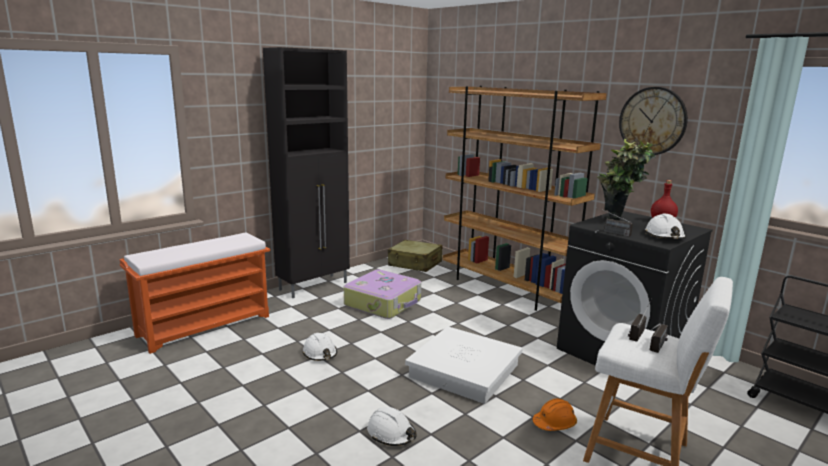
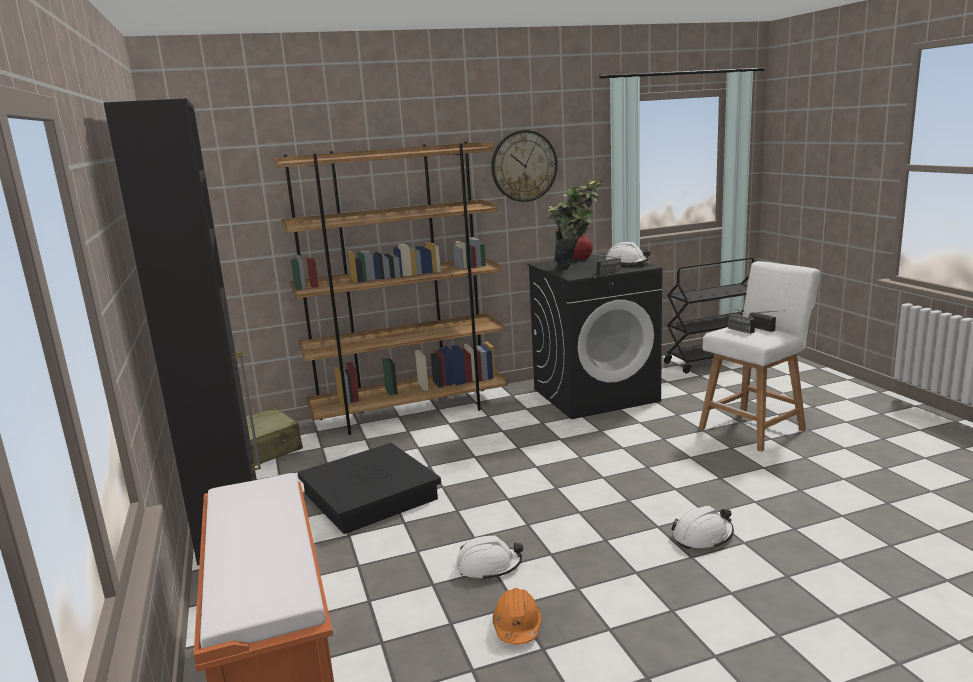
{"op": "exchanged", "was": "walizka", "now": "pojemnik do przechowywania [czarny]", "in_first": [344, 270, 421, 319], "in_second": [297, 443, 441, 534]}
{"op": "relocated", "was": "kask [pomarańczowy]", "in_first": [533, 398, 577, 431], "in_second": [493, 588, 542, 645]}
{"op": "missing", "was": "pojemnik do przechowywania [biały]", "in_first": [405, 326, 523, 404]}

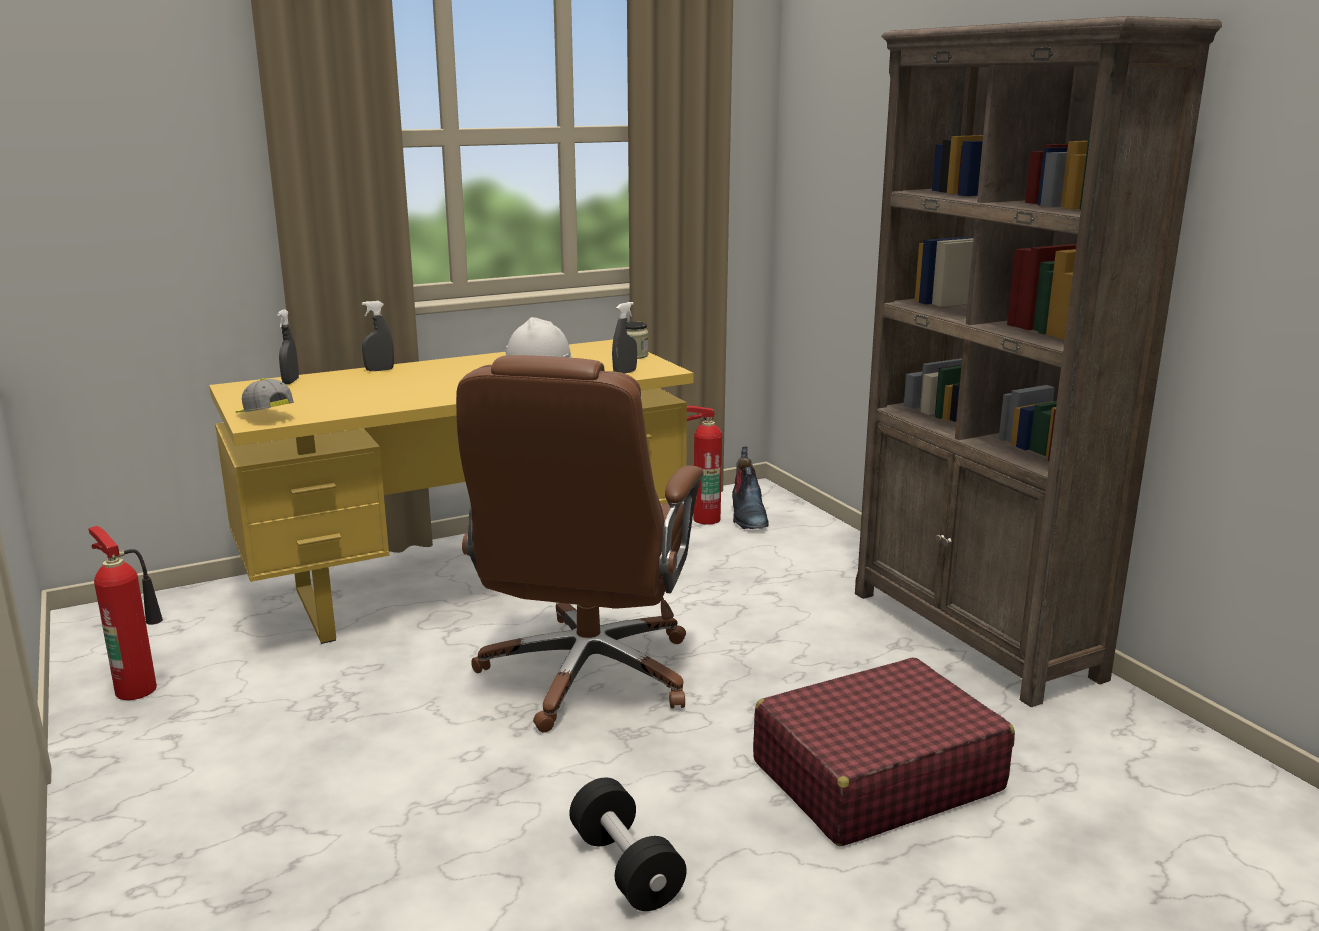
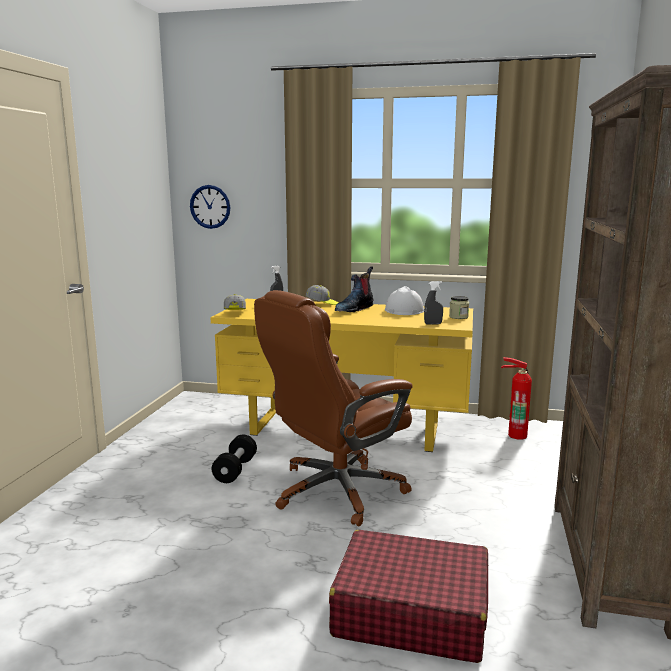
{"op": "appeared", "now": "zegar ścienny", "in_second": [190, 185, 231, 229]}
{"op": "relocated", "was": "hantel [czarny]", "in_first": [569, 778, 687, 911], "in_second": [212, 434, 257, 483]}
{"op": "exchanged", "was": "spryskiwacz [szary]", "now": "czapka z daszkiem", "in_first": [362, 301, 394, 371], "in_second": [306, 285, 338, 305]}
{"op": "relocated", "was": "but z cholewką", "in_first": [732, 447, 769, 529], "in_second": [335, 267, 374, 312]}
{"op": "missing", "was": "gaśnica", "in_first": [88, 526, 163, 700]}

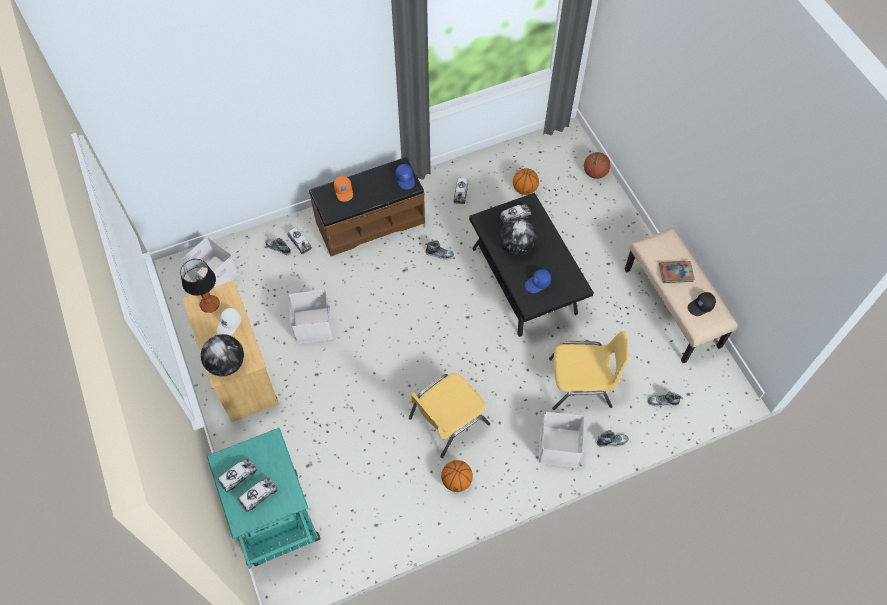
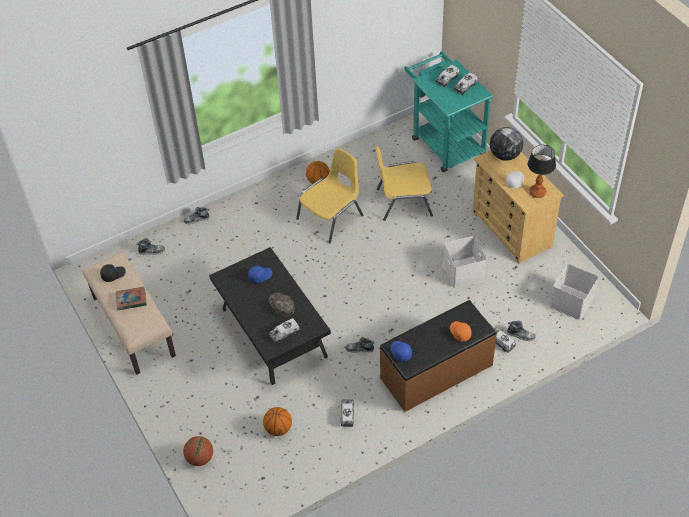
{"op": "exchanged", "was": "globus", "now": "czapka z daszkiem [zielony]", "in_first": [499, 218, 537, 256], "in_second": [268, 293, 295, 317]}
{"op": "relocated", "was": "krzesło [żółty]", "in_first": [549, 331, 629, 410], "in_second": [375, 146, 433, 221]}
{"op": "missing", "was": "pojemnik do przechowywania [biały]", "in_first": [538, 412, 584, 467]}

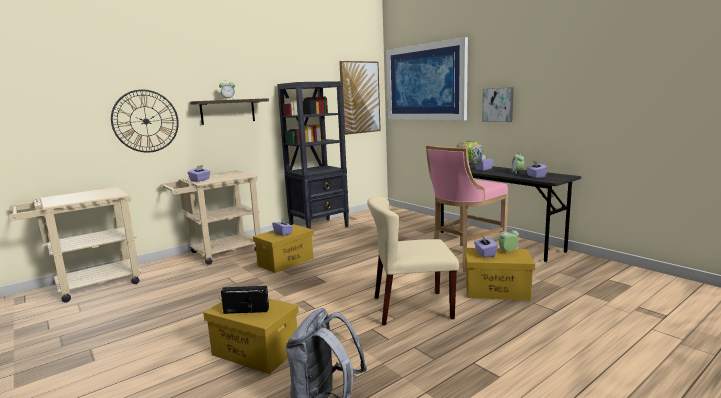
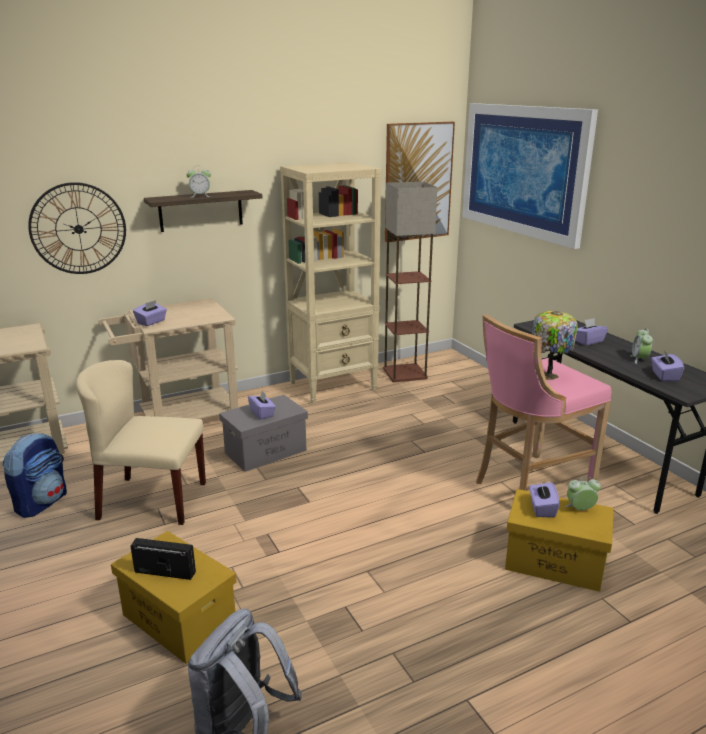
{"op": "appeared", "now": "plecak", "in_second": [3, 433, 67, 518]}
{"op": "relocated", "was": "krzesło [beżowy]", "in_first": [367, 197, 459, 325], "in_second": [76, 360, 206, 525]}
{"op": "colour", "was": "pojemnik do przechowywania [żółty]", "now": "pojemnik do przechowywania [szary]", "in_first": [253, 224, 314, 273], "in_second": [219, 395, 308, 472]}
{"op": "colour", "was": "regał [czarny]", "now": "regał [beżowy]", "in_first": [277, 81, 349, 229], "in_second": [280, 162, 382, 404]}
{"op": "appeared", "now": "lampa stojąca", "in_second": [383, 182, 437, 383]}
{"op": "missing", "was": "obraz", "in_first": [482, 87, 514, 122]}

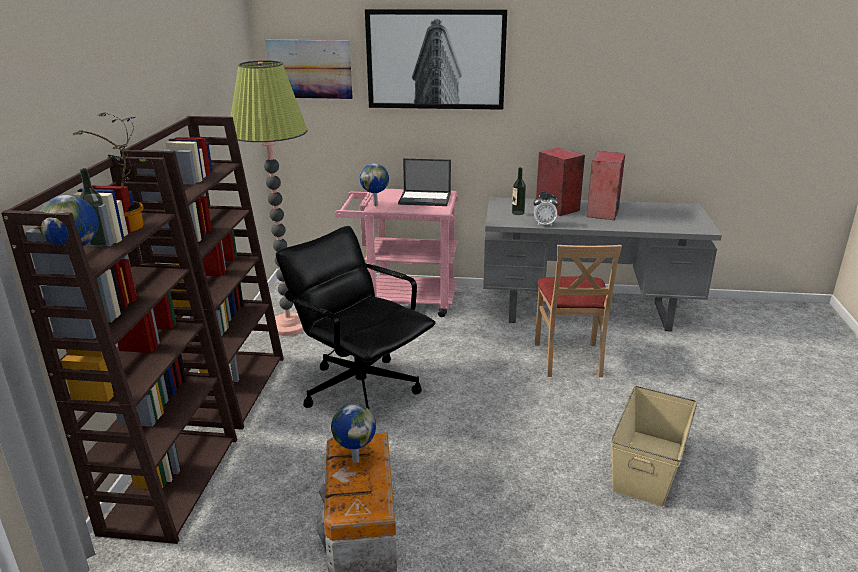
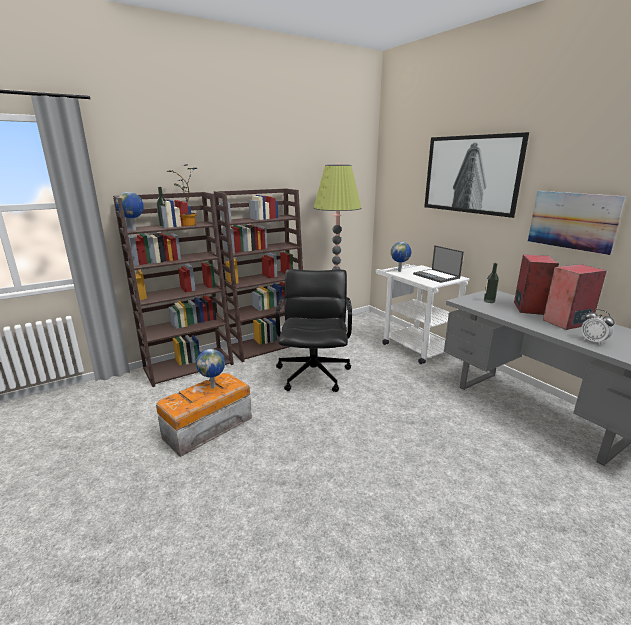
{"op": "colour", "was": "wózek [różowy]", "now": "wózek [biały]", "in_first": [335, 189, 459, 317], "in_second": [375, 264, 470, 364]}
{"op": "relocated", "was": "obraz", "in_first": [265, 40, 353, 99], "in_second": [528, 191, 626, 255]}
{"op": "relocated", "was": "budzik", "in_first": [533, 193, 559, 226], "in_second": [581, 309, 615, 345]}
{"op": "missing", "was": "krzesło [beżowy]", "in_first": [535, 245, 622, 377]}
{"op": "missing", "was": "pojemnik do przechowywania [beżowy]", "in_first": [611, 386, 697, 506]}

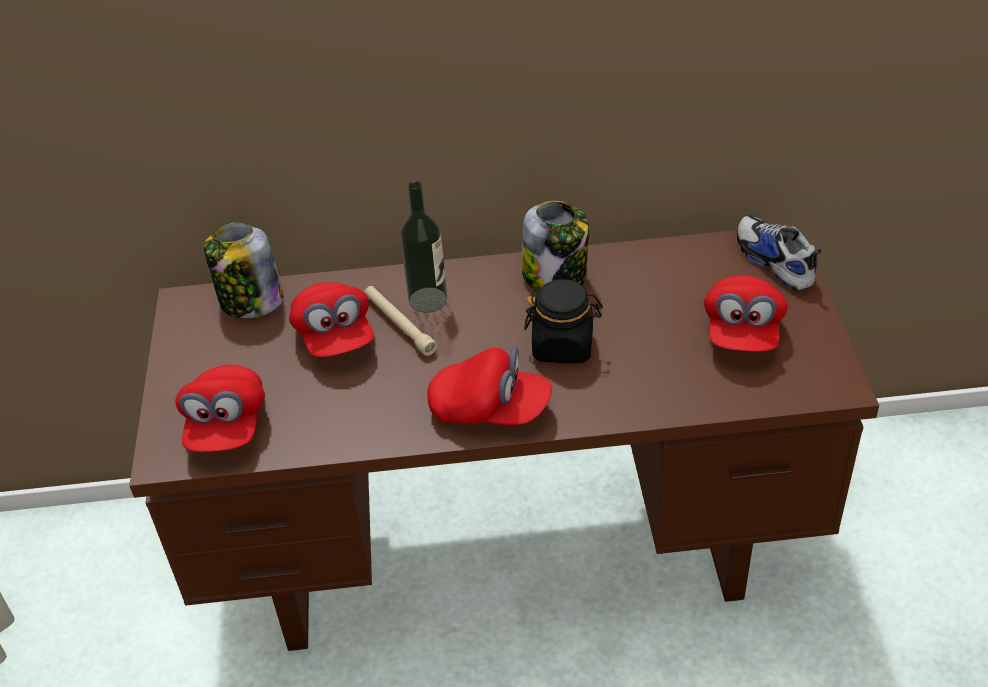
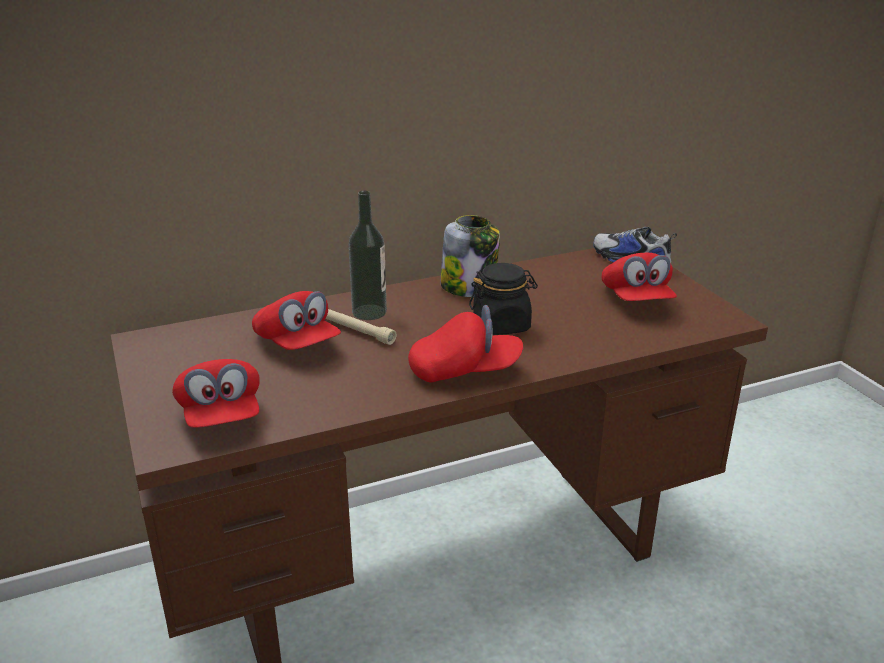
{"op": "missing", "was": "słoik", "in_first": [204, 222, 283, 318]}

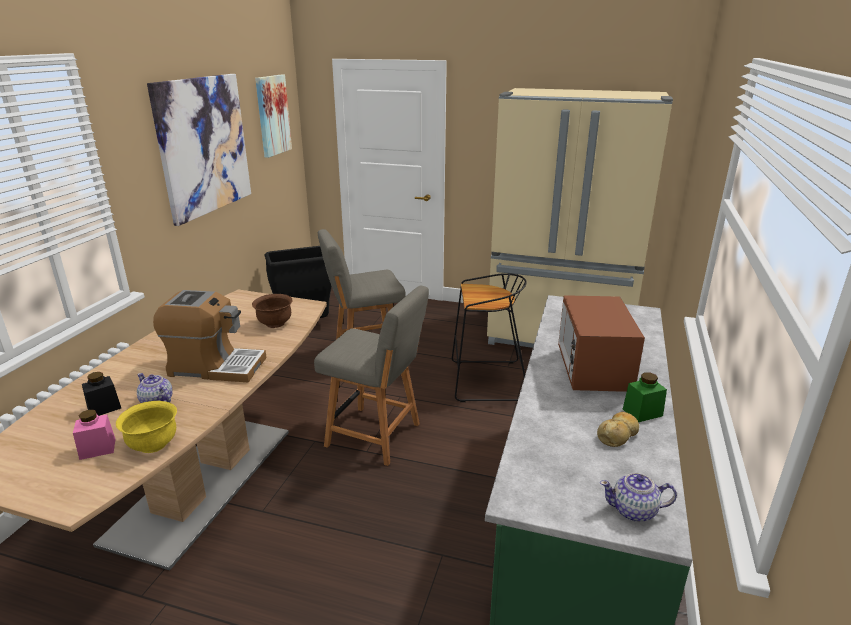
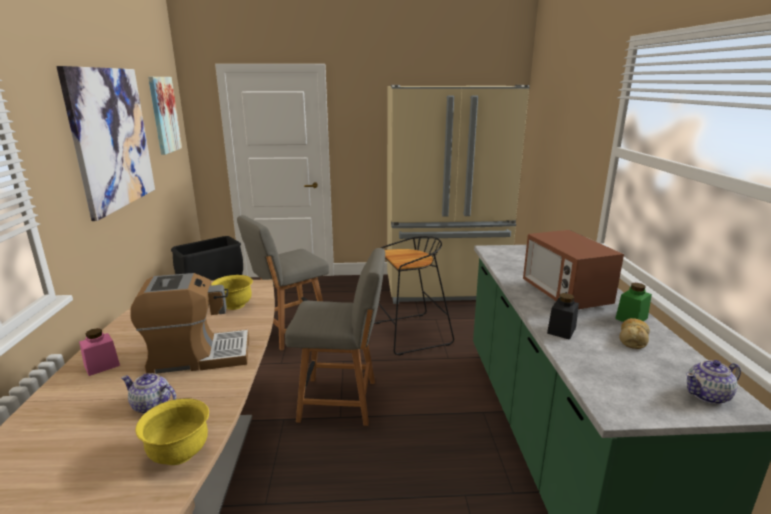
{"op": "relocated", "was": "słoik [różowy]", "in_first": [73, 410, 116, 460], "in_second": [79, 328, 120, 376]}
{"op": "colour", "was": "miska [brązowy]", "now": "miska [żółty]", "in_first": [252, 294, 293, 328], "in_second": [211, 275, 253, 310]}
{"op": "relocated", "was": "słoik [czarny]", "in_first": [82, 372, 121, 416], "in_second": [547, 293, 579, 340]}

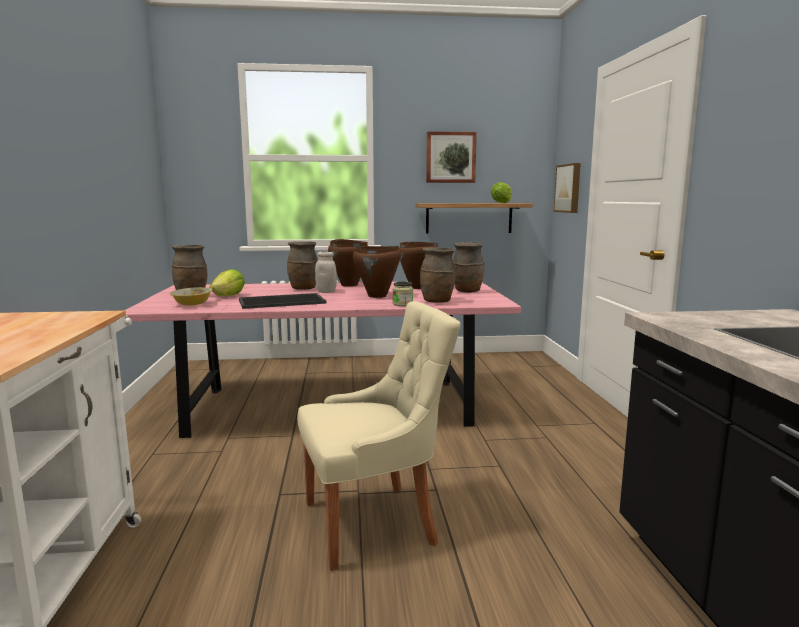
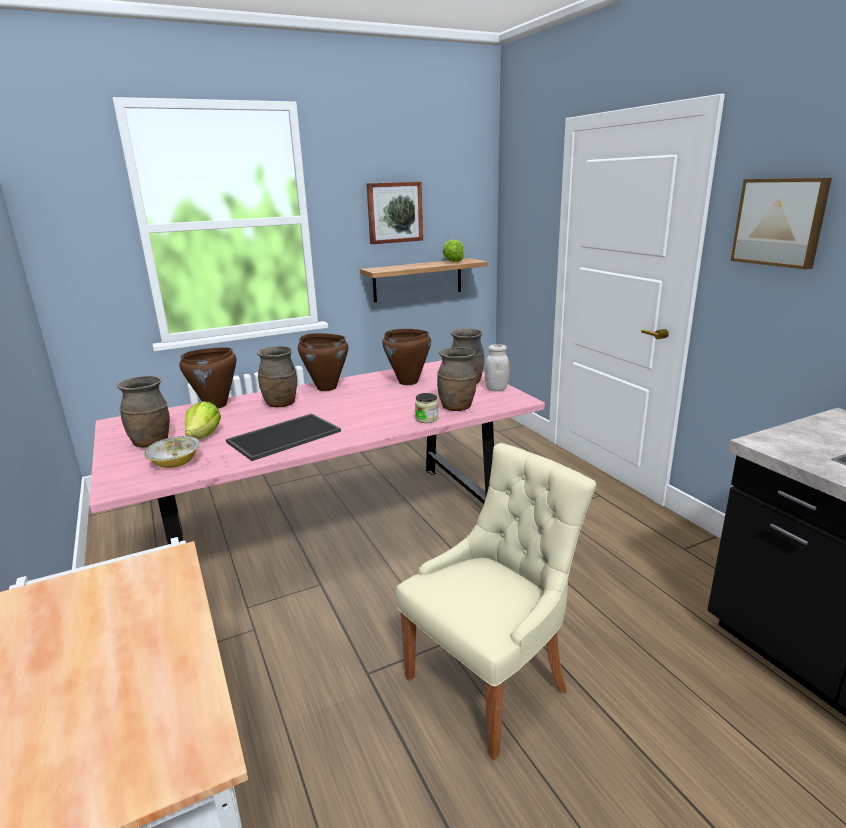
{"op": "relocated", "was": "garnek [brązowy]", "in_first": [353, 246, 401, 298], "in_second": [179, 347, 236, 409]}
{"op": "relocated", "was": "słoik [biały]", "in_first": [315, 252, 337, 293], "in_second": [485, 344, 510, 391]}
{"op": "relocated", "was": "obraz", "in_first": [554, 163, 581, 213], "in_second": [731, 178, 832, 270]}

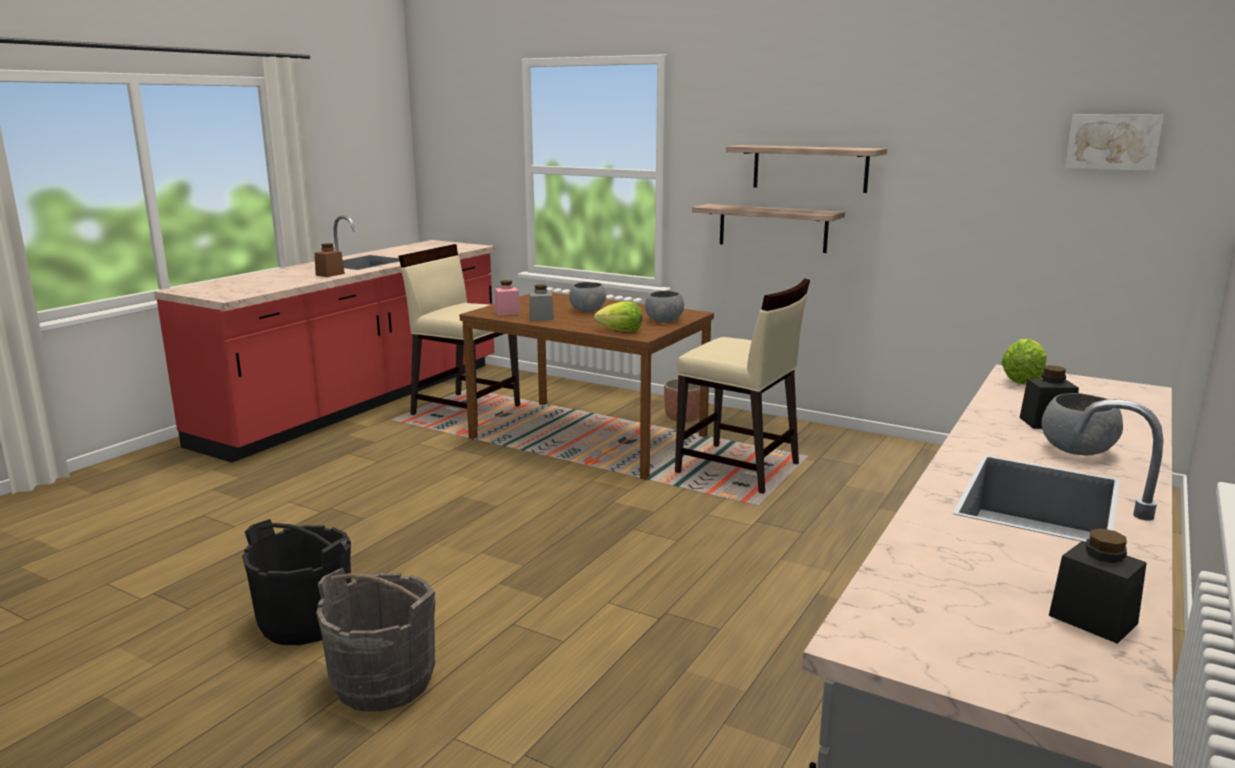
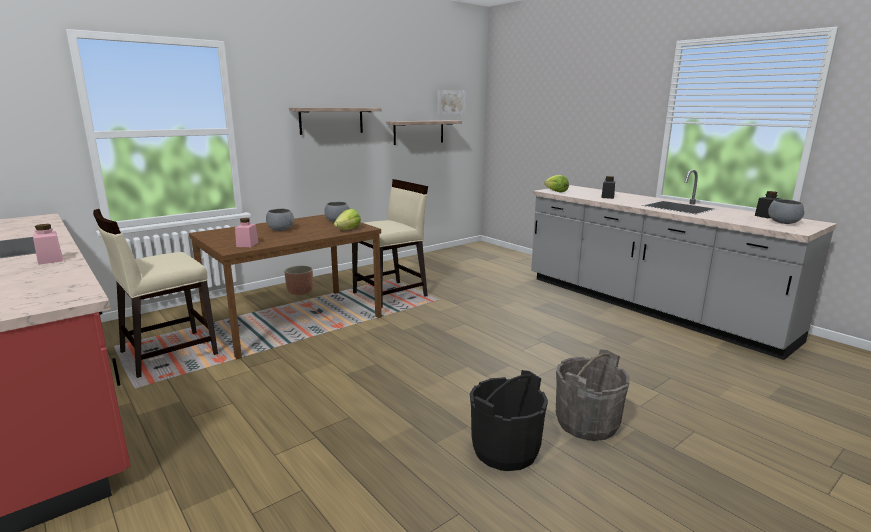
{"op": "colour", "was": "słoik [brązowy]", "now": "słoik [różowy]", "in_first": [315, 243, 345, 277], "in_second": [33, 224, 63, 265]}
{"op": "relocated", "was": "półka", "in_first": [692, 204, 845, 253], "in_second": [386, 120, 462, 145]}
{"op": "relocated", "was": "miska [szary]", "in_first": [1042, 393, 1123, 456], "in_second": [768, 199, 804, 224]}
{"op": "missing", "was": "słoik [szary]", "in_first": [529, 284, 554, 321]}

